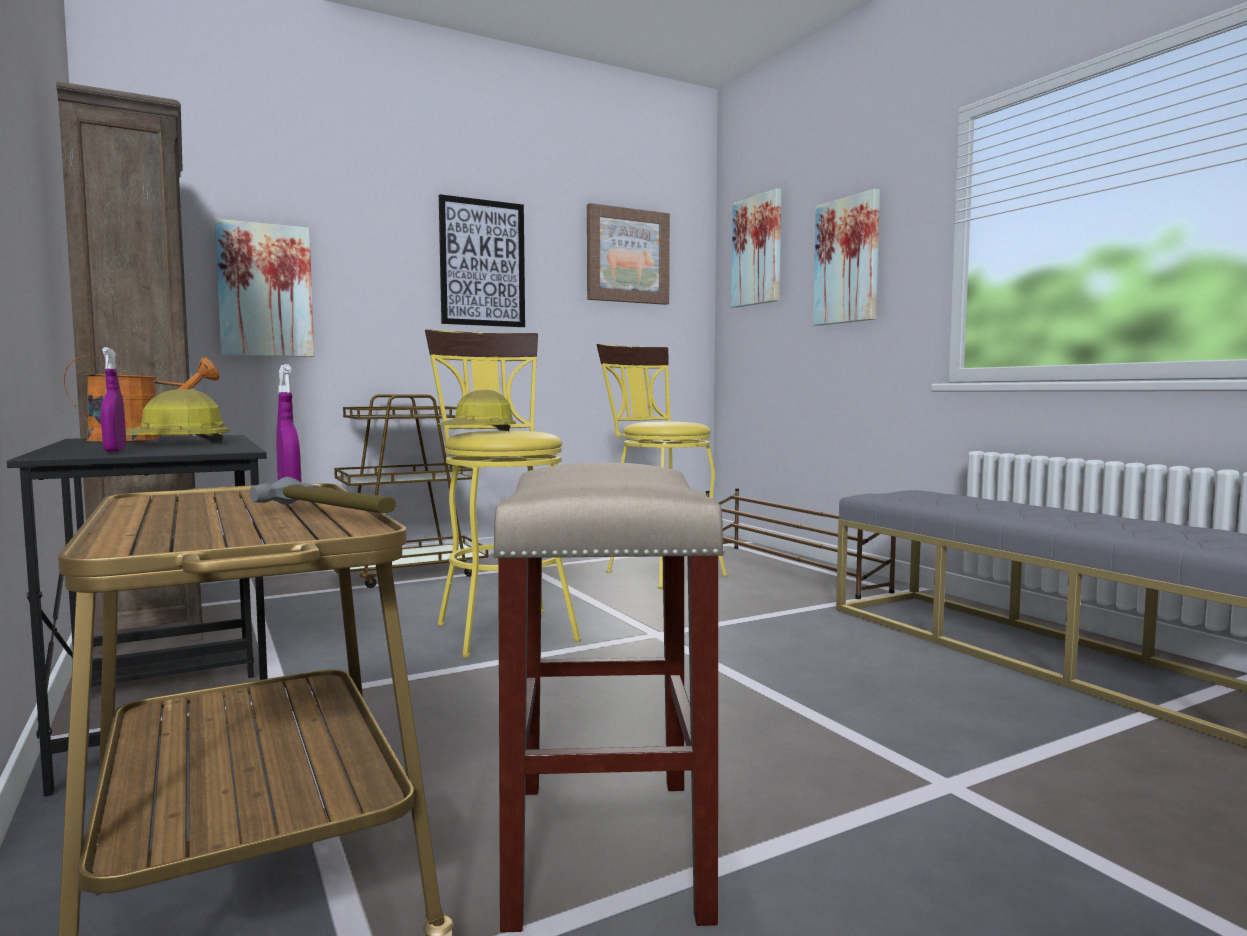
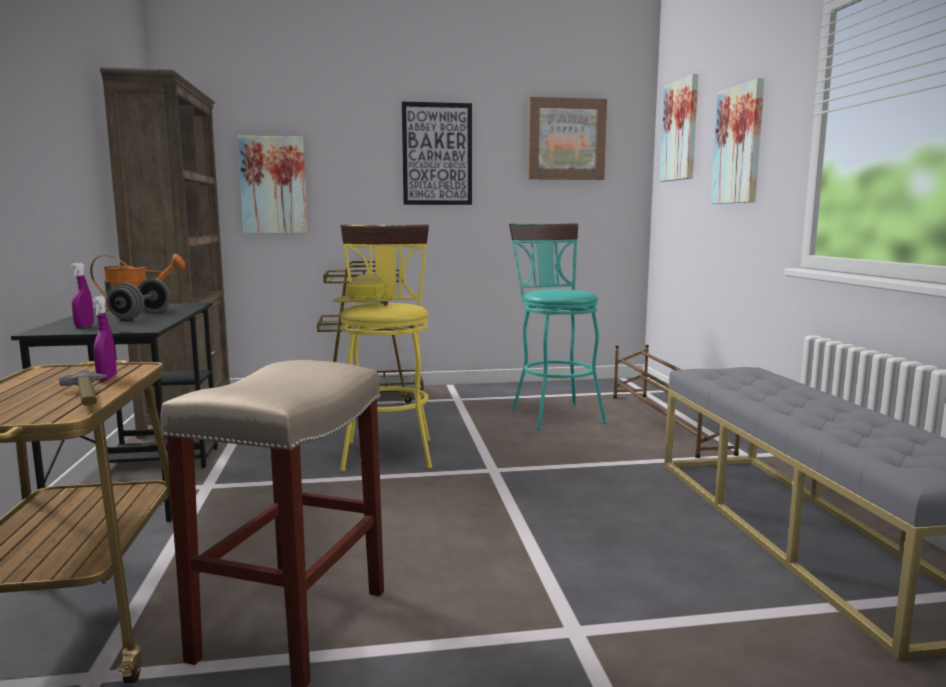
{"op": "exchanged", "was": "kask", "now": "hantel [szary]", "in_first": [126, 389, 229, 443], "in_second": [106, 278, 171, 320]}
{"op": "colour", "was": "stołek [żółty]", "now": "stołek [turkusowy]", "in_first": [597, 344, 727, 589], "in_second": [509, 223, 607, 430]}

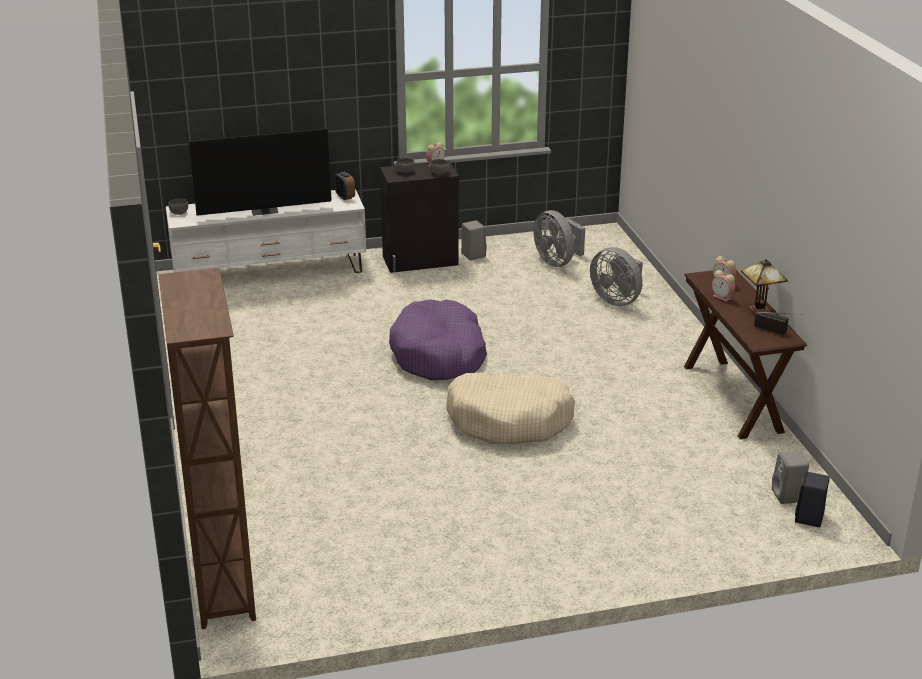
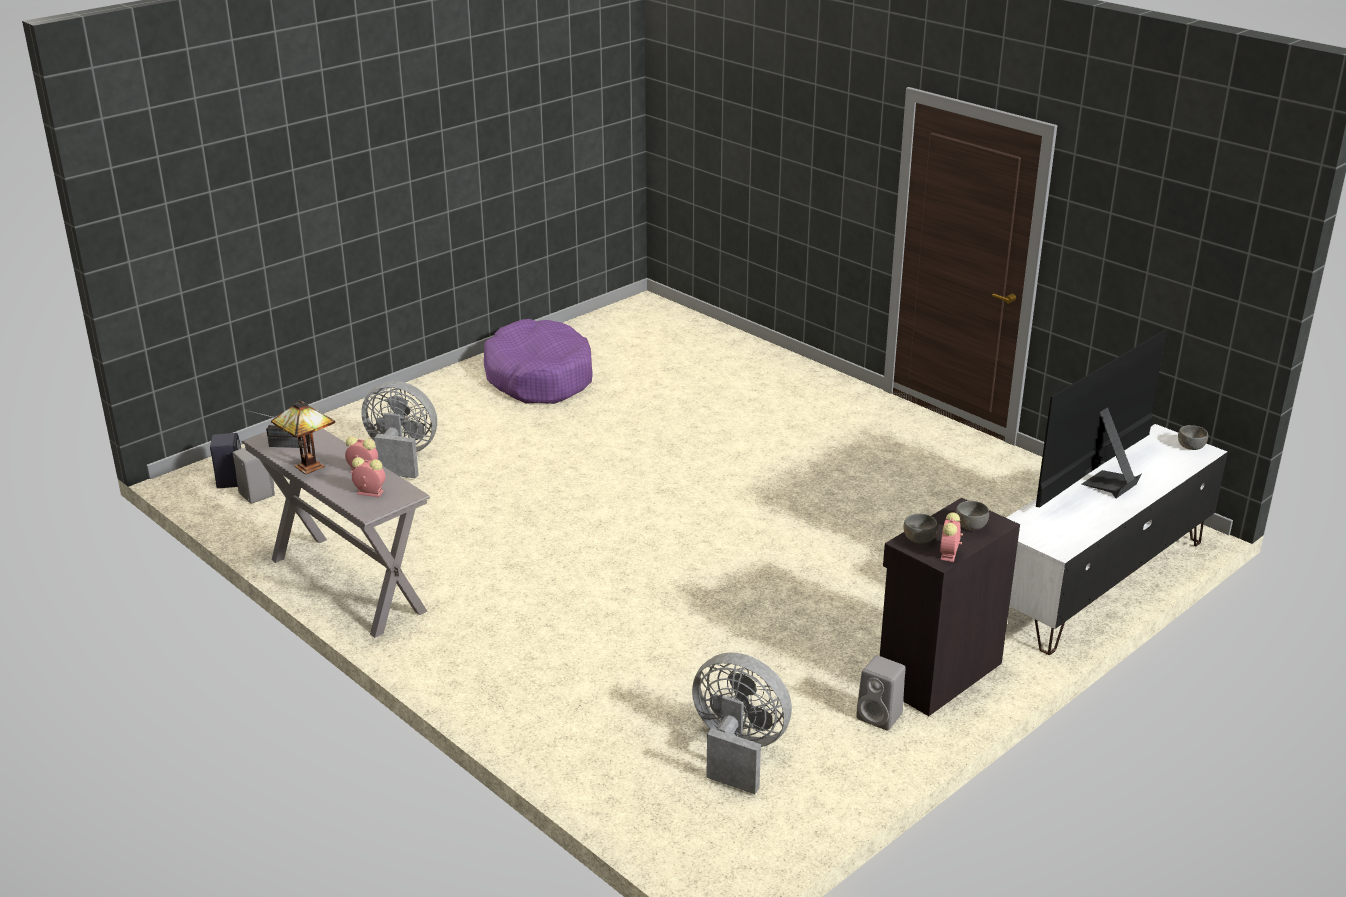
{"op": "colour", "was": "stolik konsolowy [brązowy]", "now": "stolik konsolowy [szary]", "in_first": [684, 270, 807, 439], "in_second": [242, 429, 430, 638]}
{"op": "relocated", "was": "wentylator [szary]", "in_first": [590, 247, 643, 306], "in_second": [362, 381, 437, 479]}
{"op": "relocated", "was": "legowisko [fioletowy]", "in_first": [389, 300, 487, 380], "in_second": [484, 319, 593, 404]}
{"op": "missing", "was": "regał [brązowy]", "in_first": [158, 268, 256, 629]}
{"op": "missing", "was": "budzik", "in_first": [334, 172, 355, 200]}
{"op": "missing", "was": "legowisko [beżowy]", "in_first": [446, 373, 575, 444]}

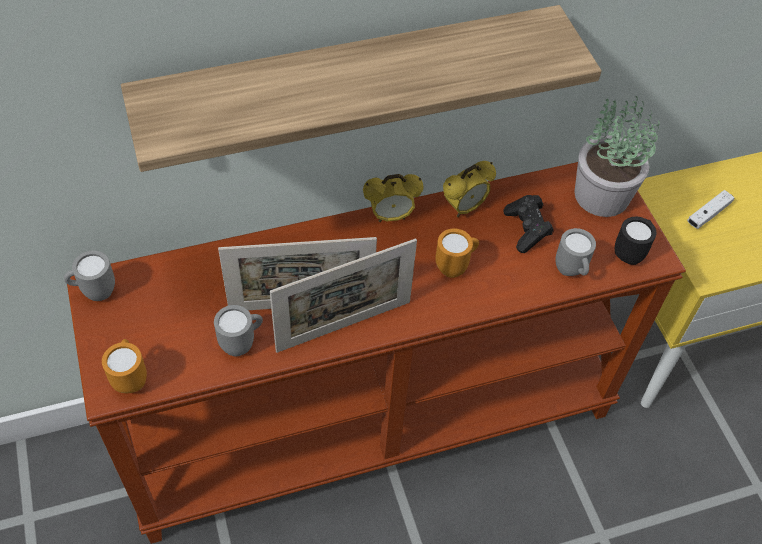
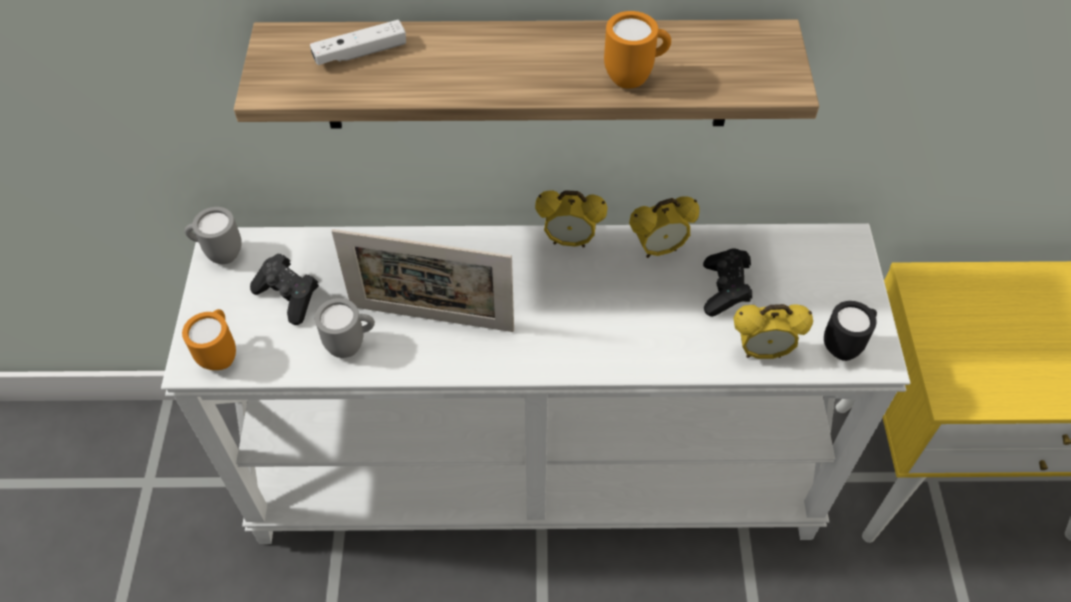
{"op": "colour", "was": "stolik konsolowy [brązowy]", "now": "stolik konsolowy [biały]", "in_first": [67, 162, 686, 544], "in_second": [161, 223, 910, 544]}
{"op": "appeared", "now": "pad do gier [czarny]", "in_second": [250, 254, 319, 325]}
{"op": "relocated", "was": "pad do gier [biały]", "in_first": [687, 190, 734, 229], "in_second": [310, 20, 406, 65]}
{"op": "relocated", "was": "kubek [pomarańczowy]", "in_first": [435, 228, 479, 278], "in_second": [604, 11, 671, 88]}
{"op": "exchanged", "was": "kubek [szary]", "now": "budzik", "in_first": [556, 228, 596, 276], "in_second": [733, 304, 813, 359]}
{"op": "missing", "was": "ramka na zdjęcie", "in_first": [270, 239, 417, 353]}
{"op": "missing", "was": "roślina doniczkowa", "in_first": [575, 96, 660, 217]}

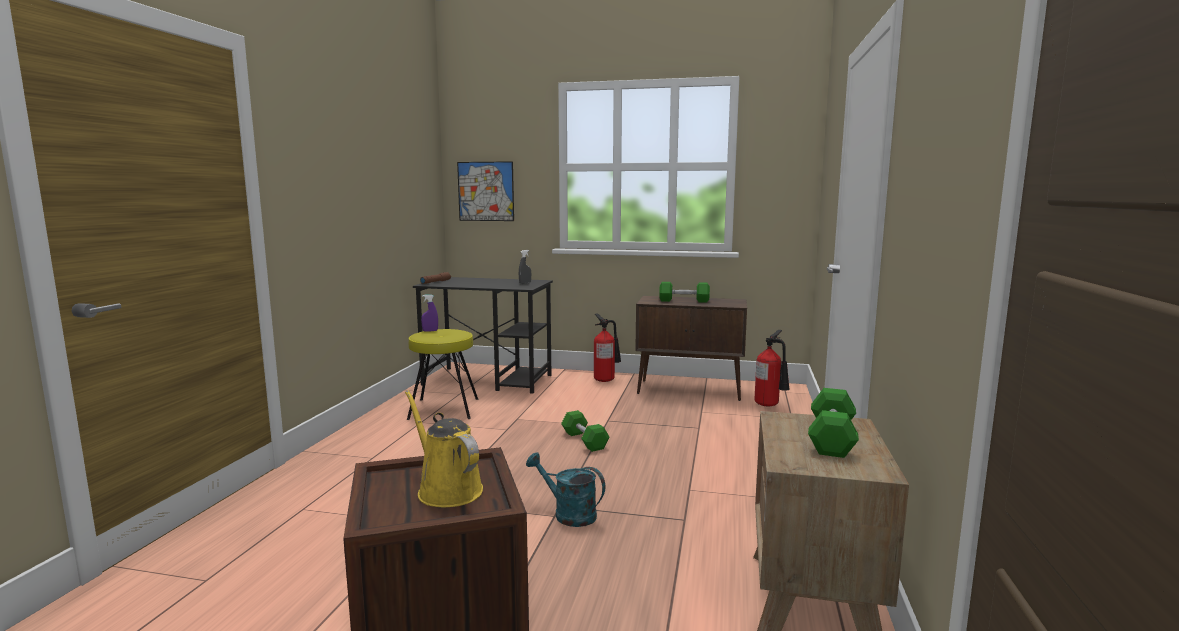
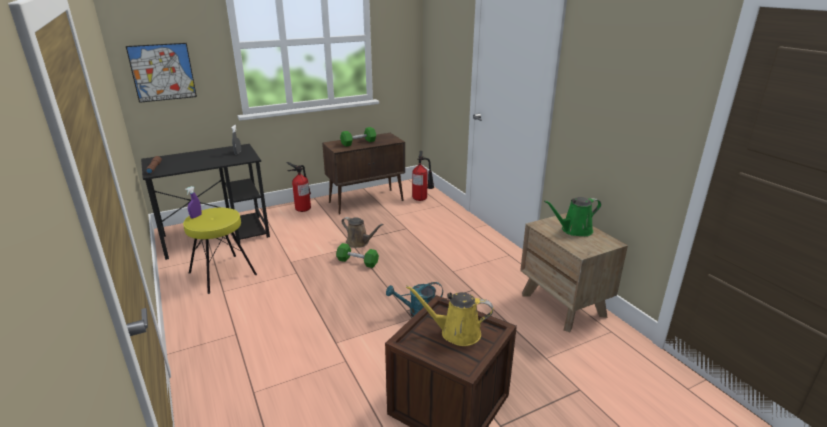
{"op": "appeared", "now": "konewka [brązowy]", "in_second": [341, 217, 384, 248]}
{"op": "exchanged", "was": "hantel [zielony]", "now": "konewka [zielony]", "in_first": [808, 388, 859, 458], "in_second": [544, 197, 601, 236]}

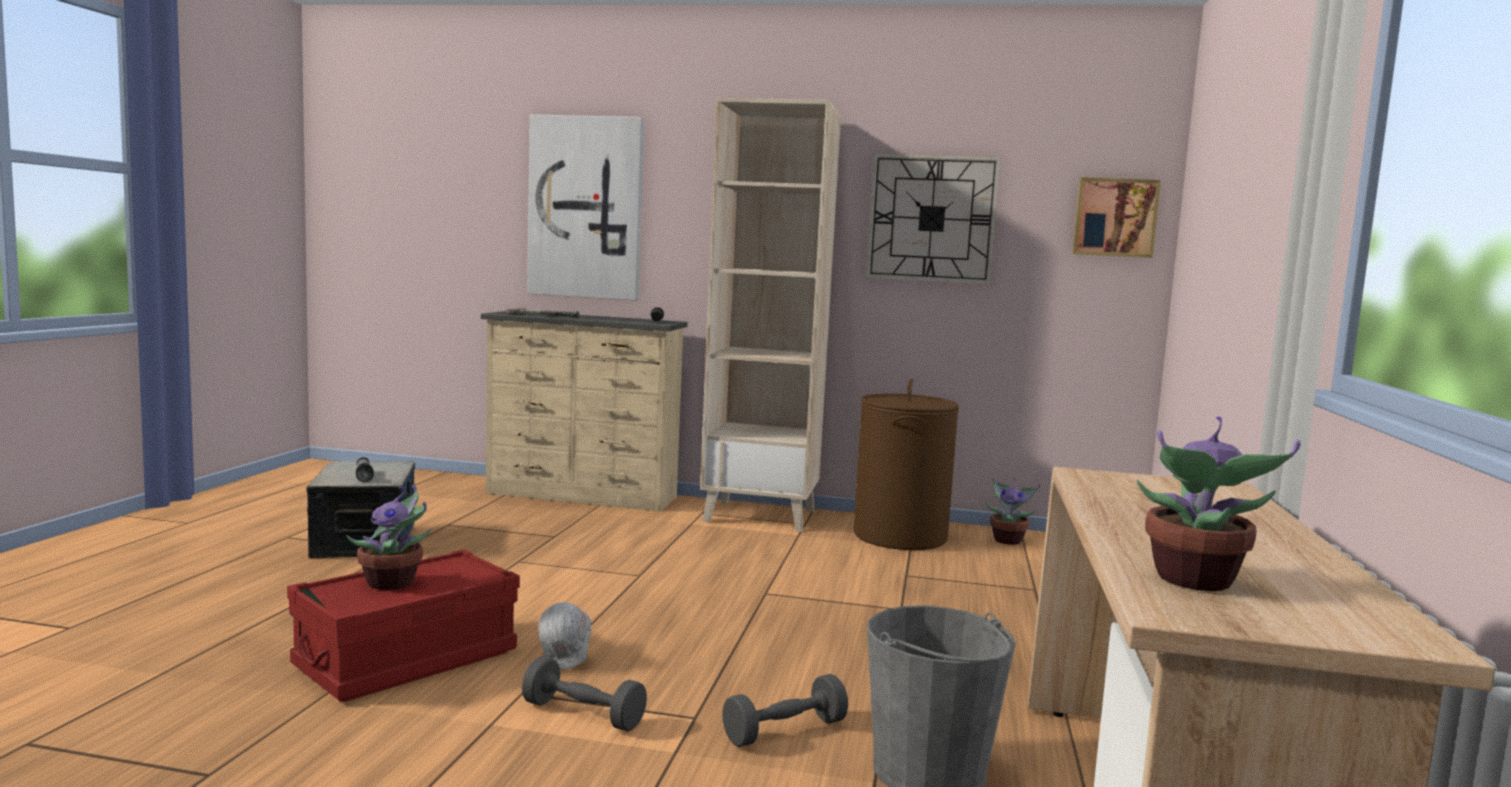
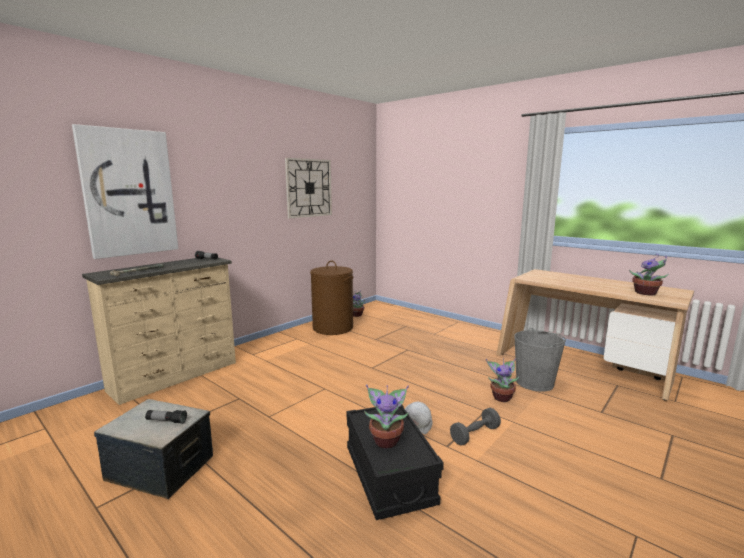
{"op": "colour", "was": "pojemnik do przechowywania [czerwony]", "now": "pojemnik do przechowywania [czarny]", "in_first": [287, 549, 520, 702], "in_second": [346, 405, 444, 520]}
{"op": "exchanged", "was": "hantel [szary]", "now": "roślina doniczkowa", "in_first": [722, 674, 848, 747], "in_second": [486, 358, 519, 402]}
{"op": "missing", "was": "regał [beżowy]", "in_first": [700, 98, 841, 532]}
{"op": "missing", "was": "obraz", "in_first": [1072, 177, 1161, 258]}

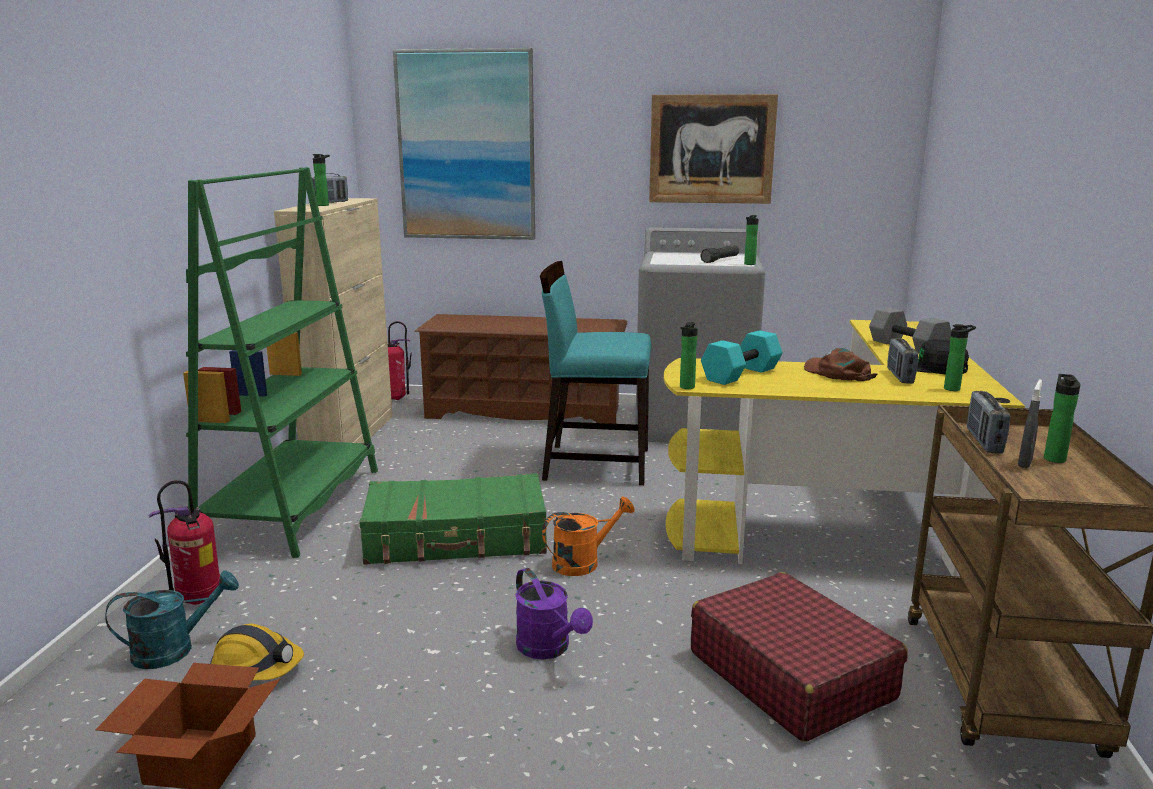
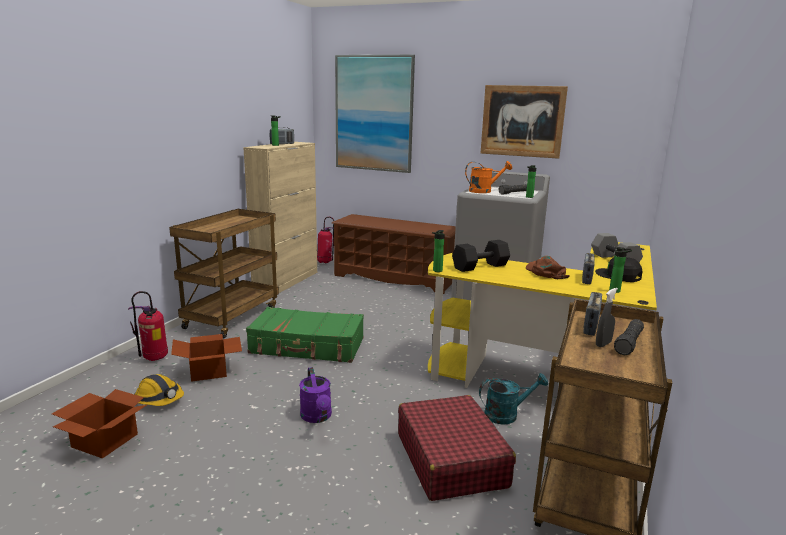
{"op": "exchanged", "was": "regał [zielony]", "now": "wózek [brązowy]", "in_first": [183, 167, 378, 558], "in_second": [169, 209, 279, 338]}
{"op": "appeared", "now": "karton", "in_second": [171, 334, 242, 382]}
{"op": "colour", "was": "hantel [turkusowy]", "now": "hantel [czarny]", "in_first": [701, 330, 782, 385], "in_second": [452, 240, 510, 272]}
{"op": "relocated", "was": "konewka [pomarańczowy]", "in_first": [542, 497, 635, 576], "in_second": [465, 161, 512, 193]}
{"op": "relocated", "was": "konewka [turkusowy]", "in_first": [105, 570, 239, 669], "in_second": [479, 373, 548, 425]}
{"op": "exchanged", "was": "butelka", "now": "latarka [czarny]", "in_first": [1044, 374, 1081, 463], "in_second": [614, 319, 644, 355]}
{"op": "missing", "was": "krzesło [turkusowy]", "in_first": [540, 261, 651, 485]}

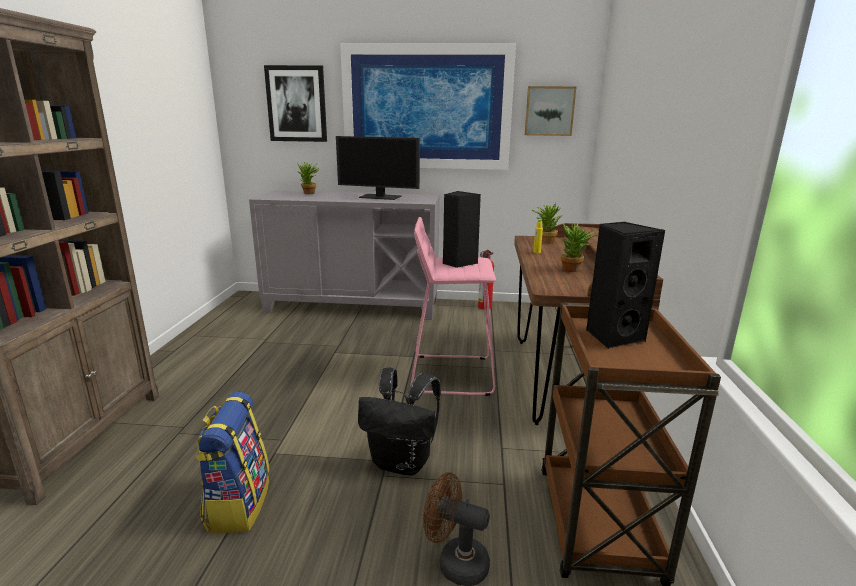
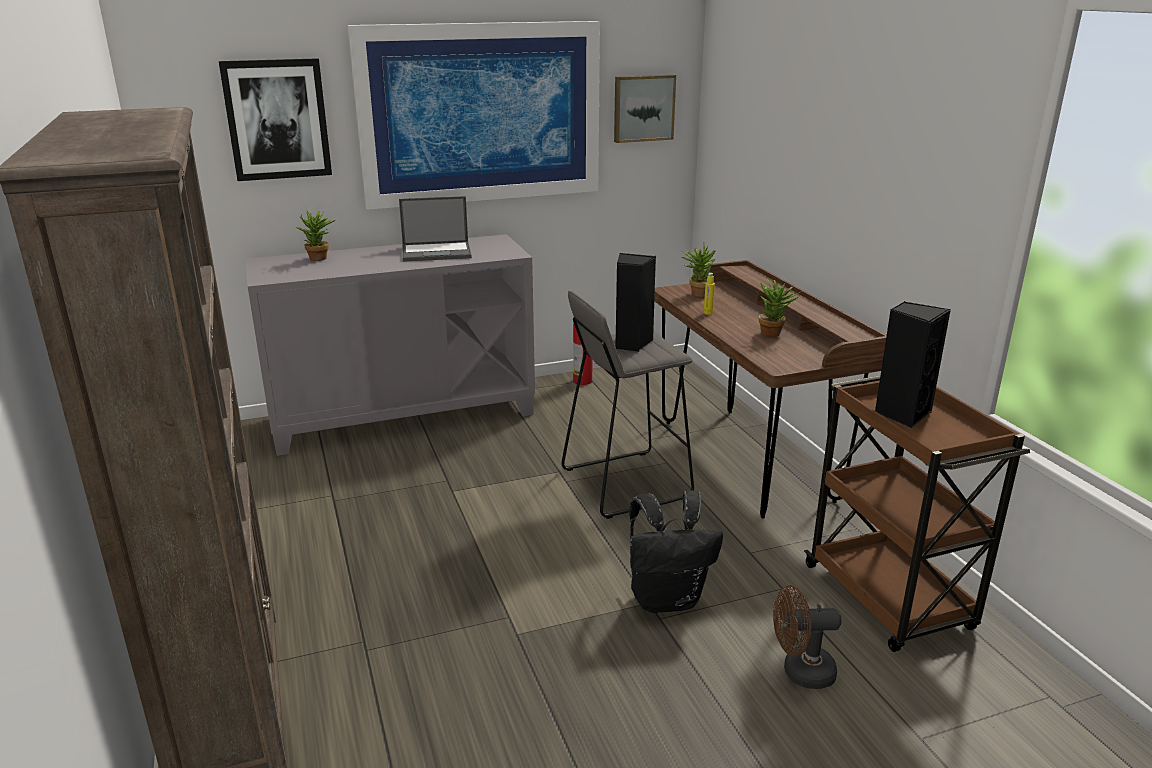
{"op": "exchanged", "was": "monitor", "now": "laptop", "in_first": [336, 136, 420, 200], "in_second": [399, 196, 472, 262]}
{"op": "colour", "was": "stołek [różowy]", "now": "stołek [szary]", "in_first": [411, 217, 496, 396], "in_second": [562, 291, 694, 519]}
{"op": "missing", "was": "plecak", "in_first": [195, 392, 269, 533]}

